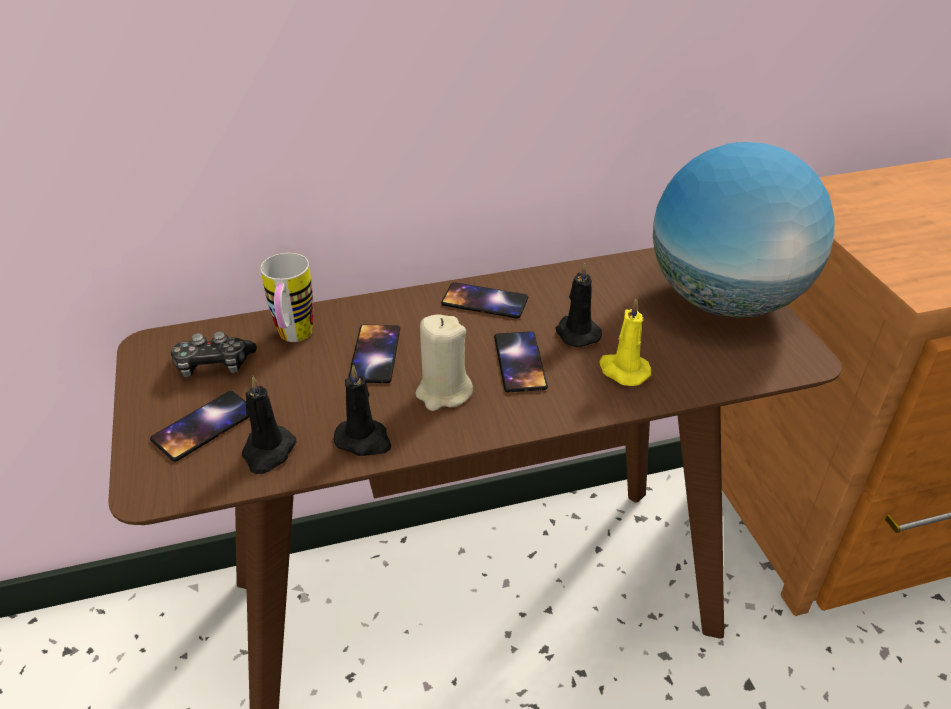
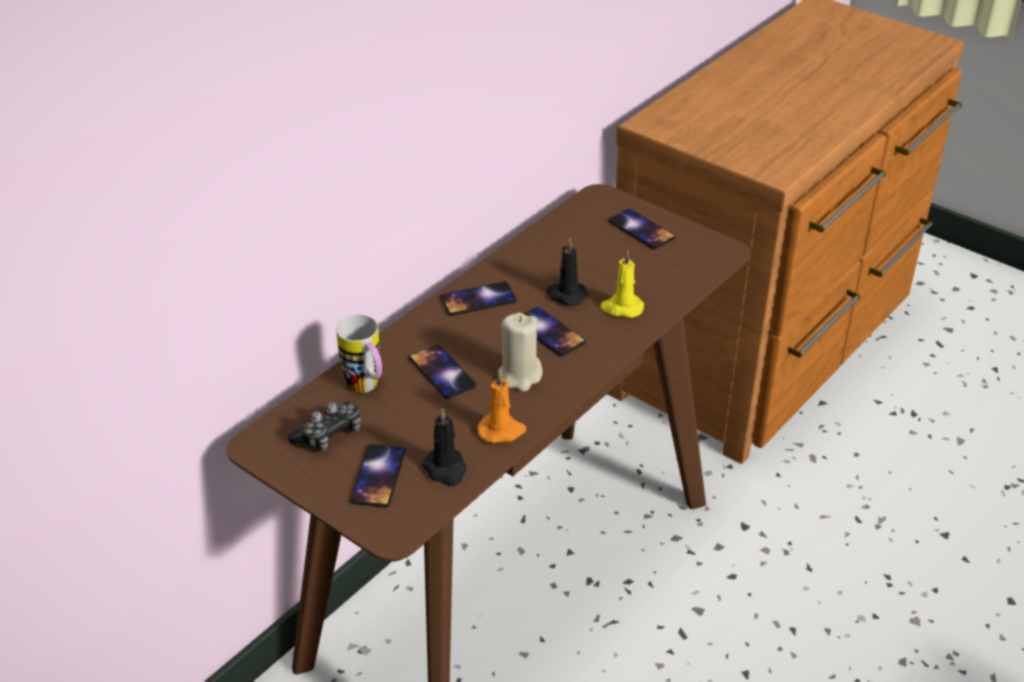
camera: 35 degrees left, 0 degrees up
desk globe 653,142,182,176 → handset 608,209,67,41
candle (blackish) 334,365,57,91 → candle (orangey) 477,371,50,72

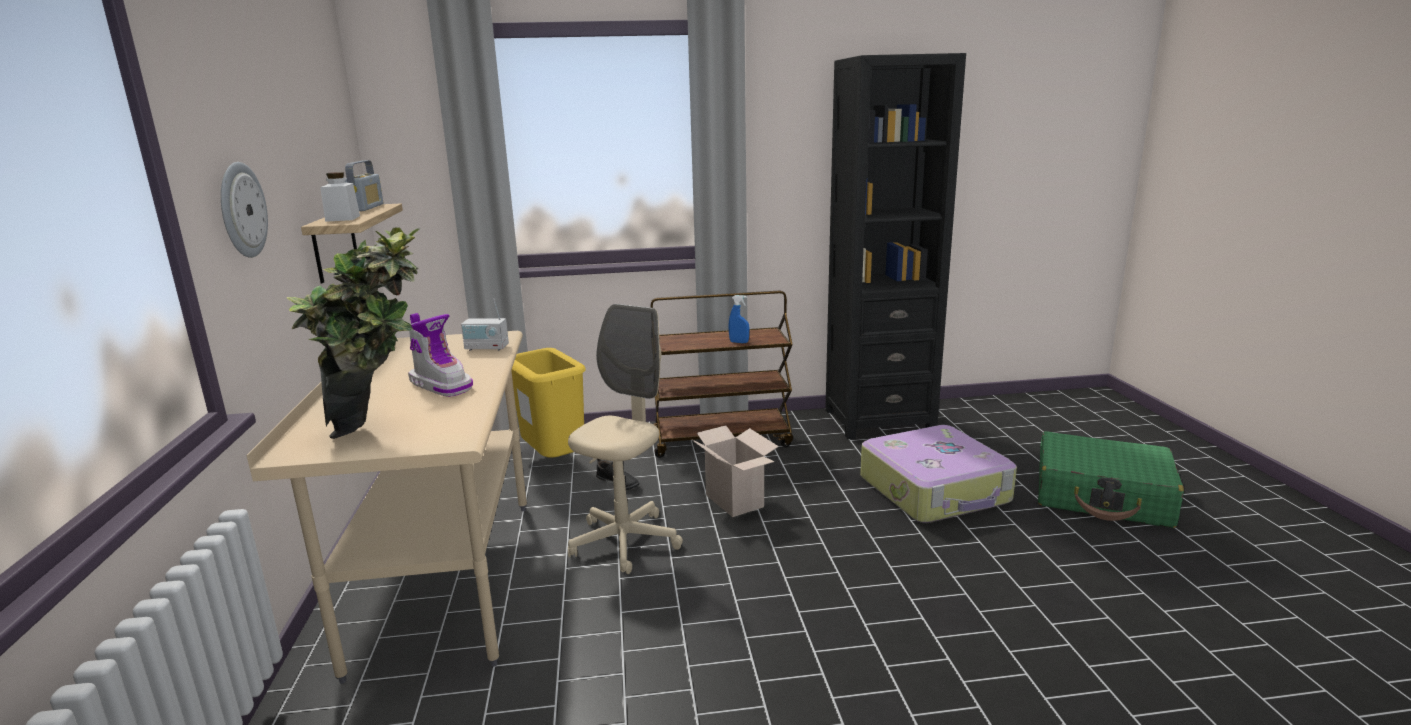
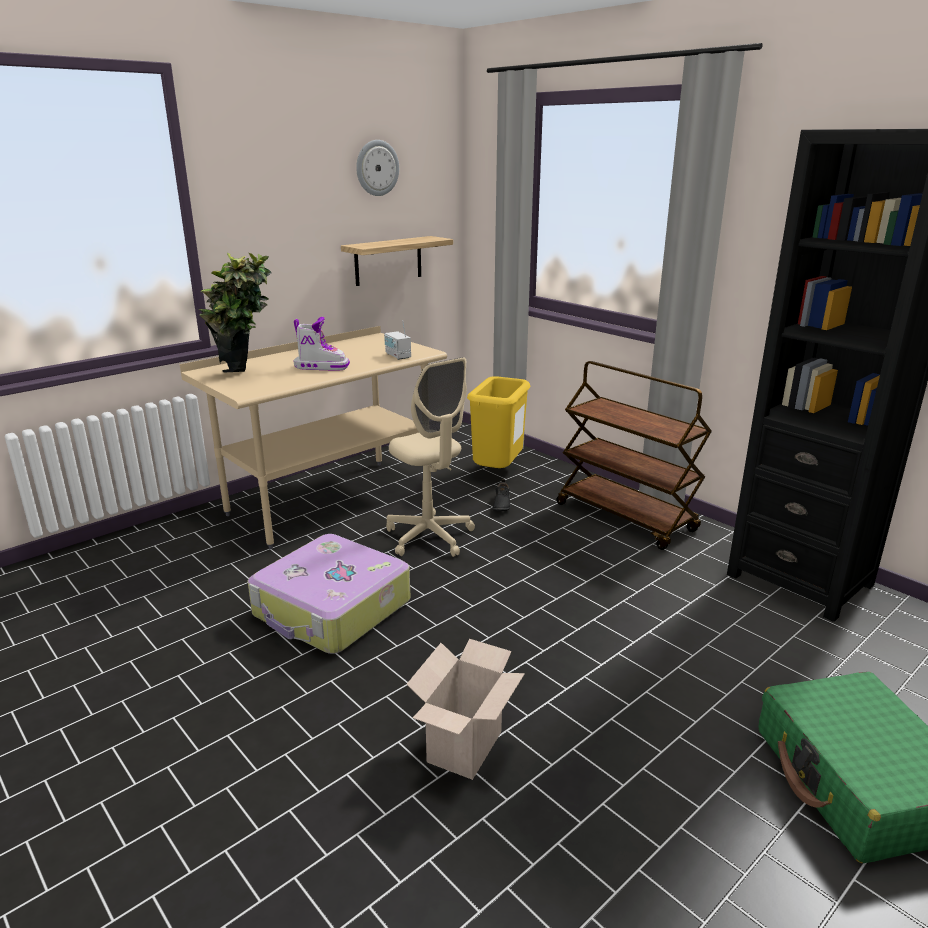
camera: 55 degrees right, 5 degrees up
radio 345,160,38,51 → -
clock on the wall 221,162,47,96 → clock on the wall 356,140,43,56, shifted
preserve jar (white-coloured) 320,172,40,50 → -
spray bottle (blue-coloured) 729,295,20,48 → -
computer chair (beige) 568,304,115,270 → computer chair (beige) 386,357,89,200, 60 degrees clockwise
boot 408,313,65,84 → boot 294,317,56,54, 90 degrees counterclockwise
carton 692,425,87,92 → carton 406,639,119,141, shifted
suitcase 860,425,157,98 → suitcase 247,534,164,120, shifted

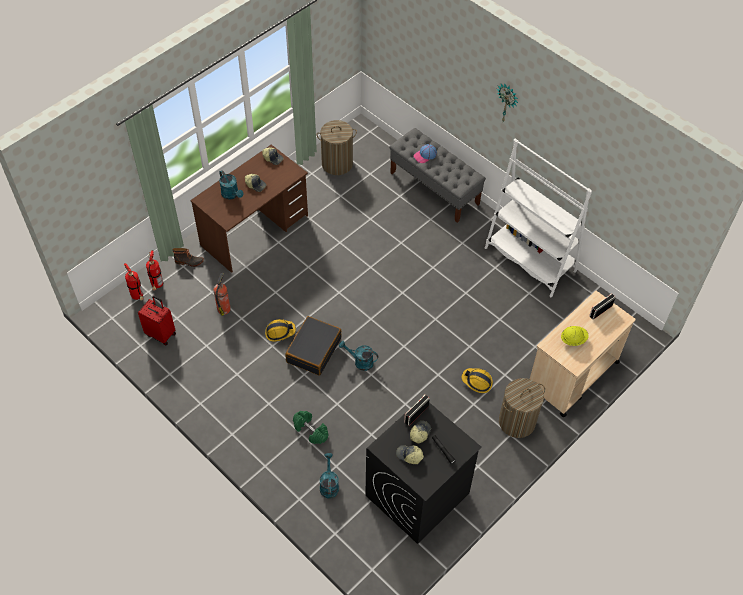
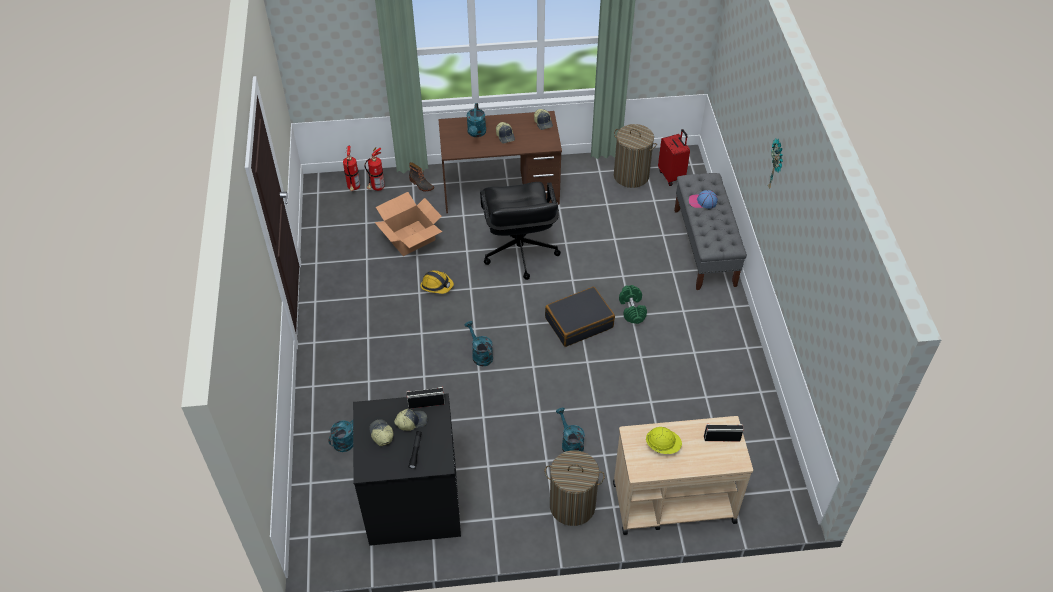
camera: 40 degrees right, 5 degrees down
bookcase (white-coloured) 485,138,107,159 → -
fire extinguisher 213,273,18,43 → carton 374,192,68,64
suitcase (reddish) 138,296,38,50 → suitcase (reddish) 658,129,32,57, shifted
suitcase (blackish) 285,316,56,59 → suitcase (blackish) 545,287,70,60, shifted
safety helmet 462,368,31,25 → sprinkling can (blue-green) 556,407,29,45
dumbbell (green-coloured) 293,411,35,33 → dumbbell (green-coloured) 619,285,28,39, shifted
- → computer chair (blackish) 480,182,81,98

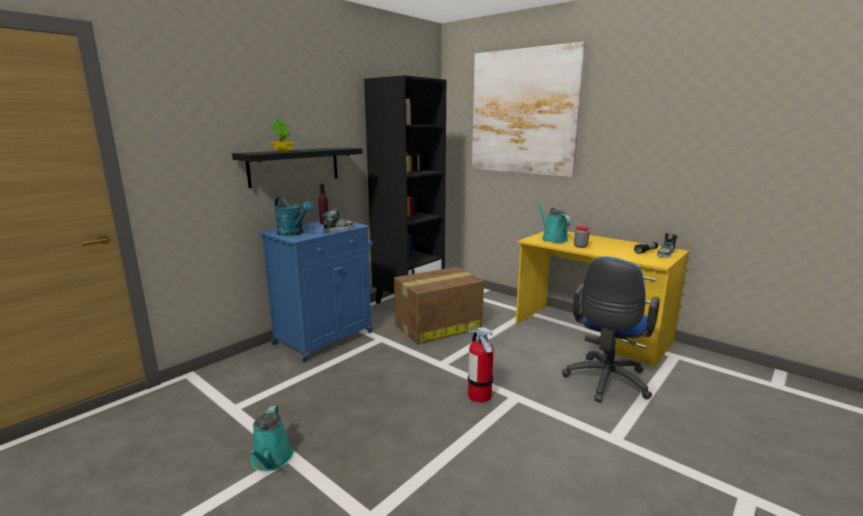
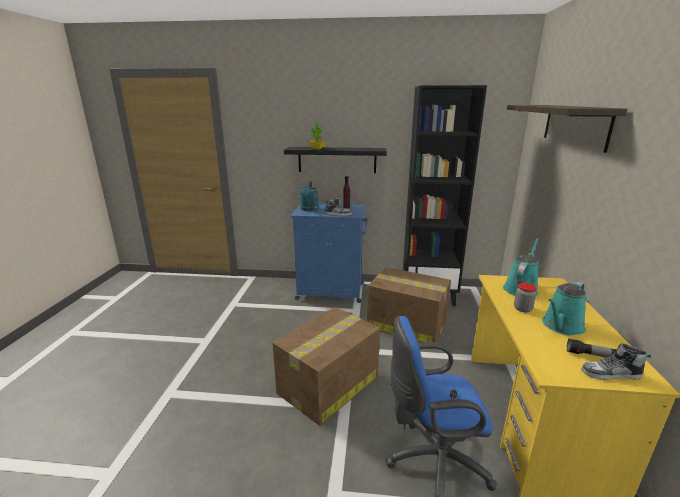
camera: 55 degrees right, 5 degrees up
wall picture 472,42,114,135 → shelf 507,105,120,48
fire extinguisher 467,324,26,79 → carton 272,307,108,119
sprinkling can (blue-green) 249,405,44,66 → sprinkling can (blue-green) 542,282,44,53, shifted

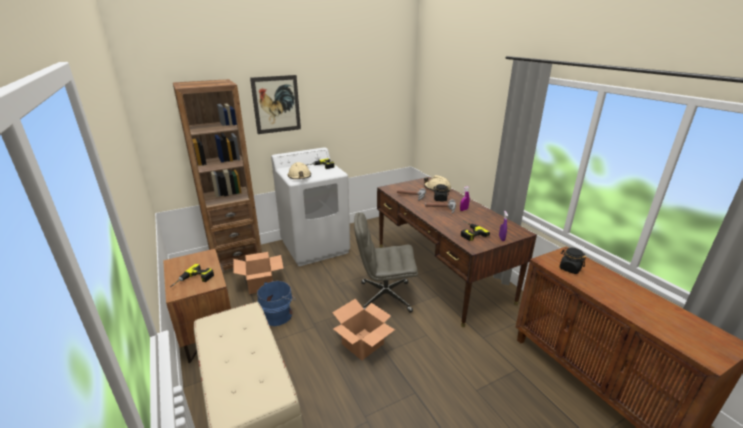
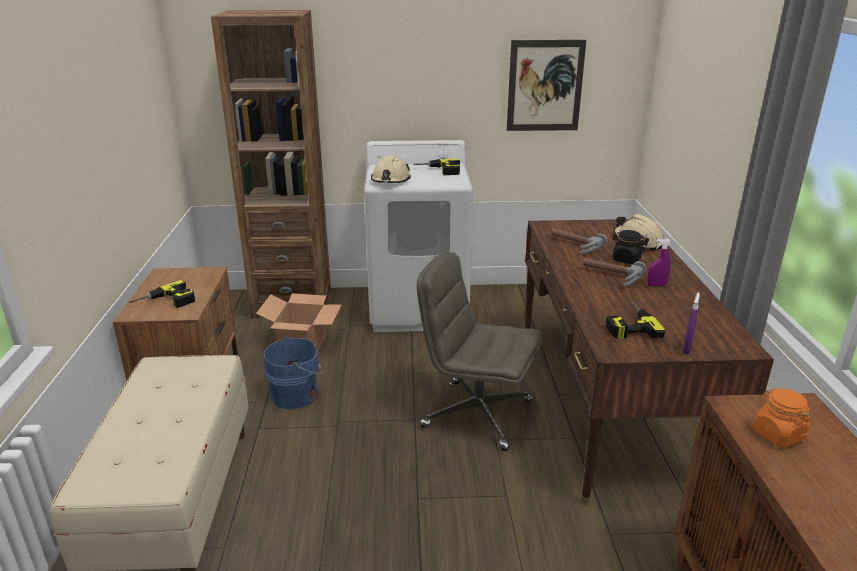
camera: 25 degrees right, 0 degrees up
wall picture 250,75,51,59 → wall picture 507,40,79,91, shifted
preserve jar (blackish) 560,248,26,26 → preserve jar (orangey) 753,388,58,60
carton 332,299,63,61 → -

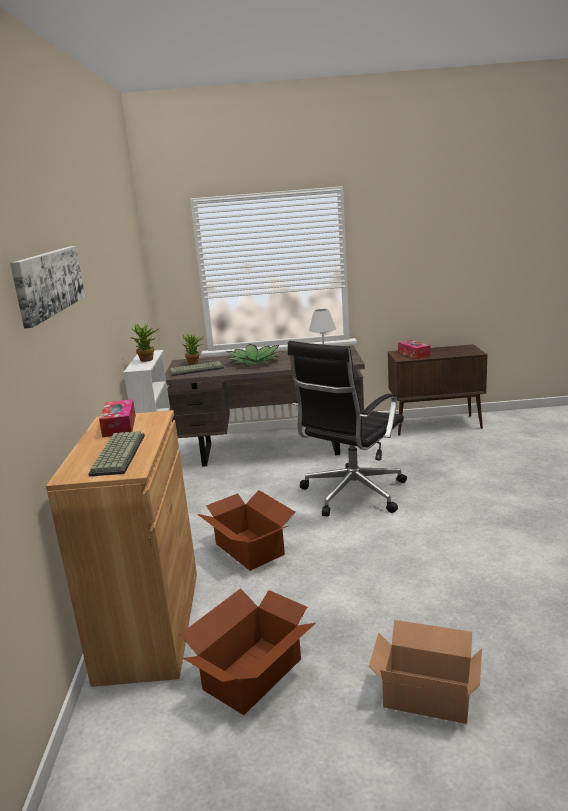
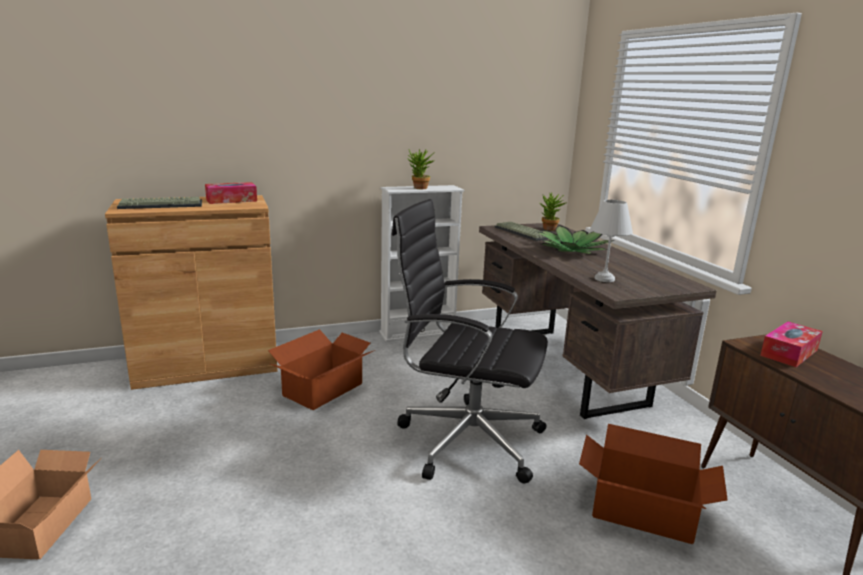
camera: 70 degrees right, 0 degrees up
wall picture 10,246,75,83 → -
carton 180,588,135,127 → carton 579,424,149,120, shifted

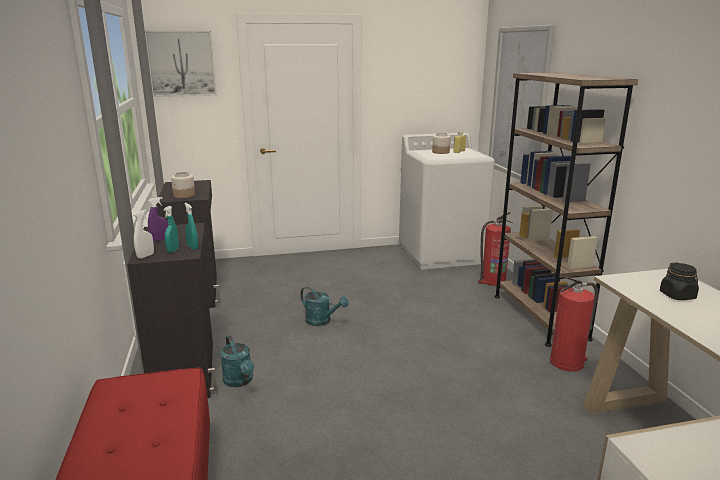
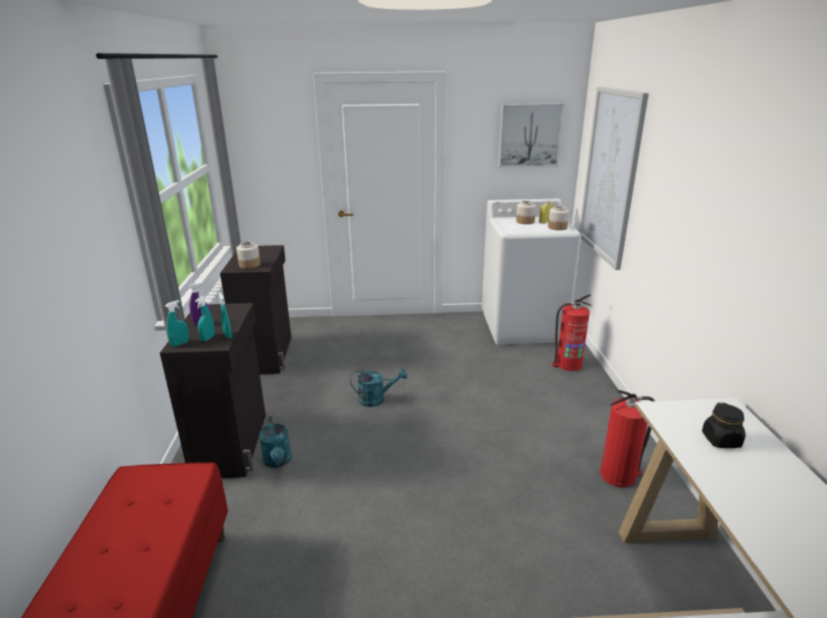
camera: 10 degrees right, 5 degrees up
wall picture 145,30,71,67 → wall picture 498,103,66,65, shifted
bookcase (brown) 494,73,144,274 → -
spray bottle (white-coloured) 134,209,20,50 → spray bottle (blue-green) 166,300,23,47
sprinkling can (blue-green) 300,287,49,39 → sprinkling can (blue-green) 350,368,57,39, 45 degrees counterclockwise
- → preserve jar 548,206,21,24

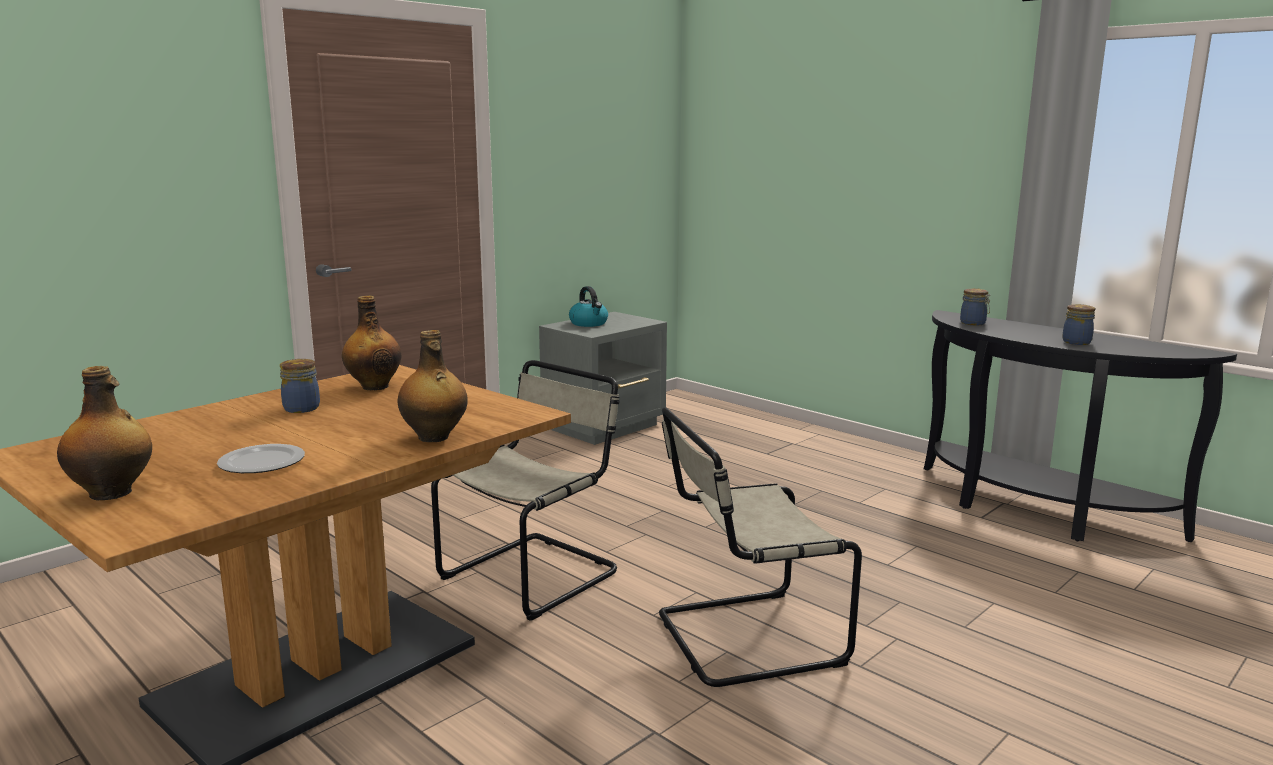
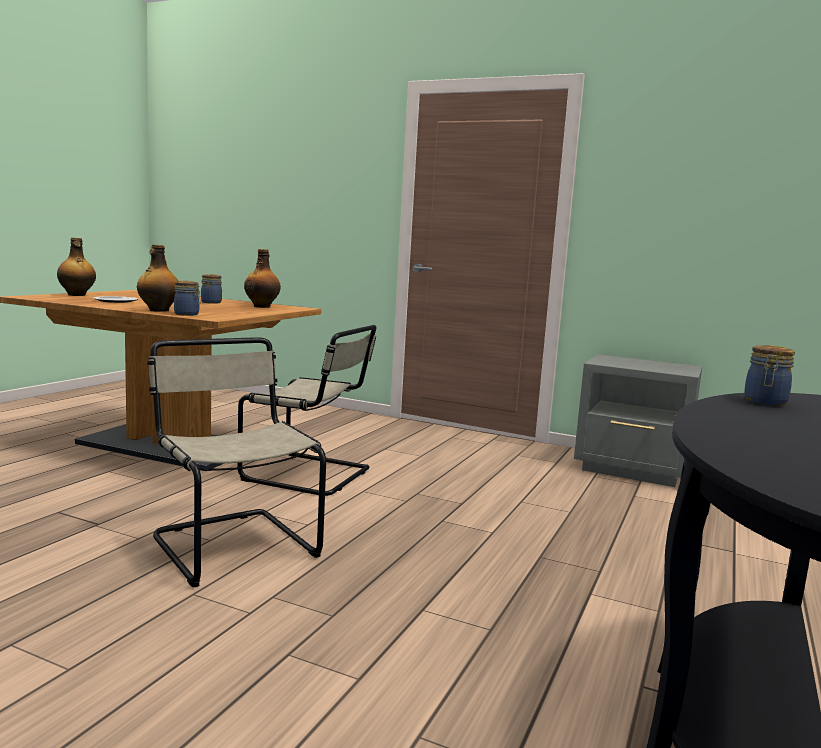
camera: 70 degrees right, 5 degrees down
tea kettle 569,286,39,41 → -
preserve jar 1062,304,33,41 → preserve jar 174,281,26,35, shifted

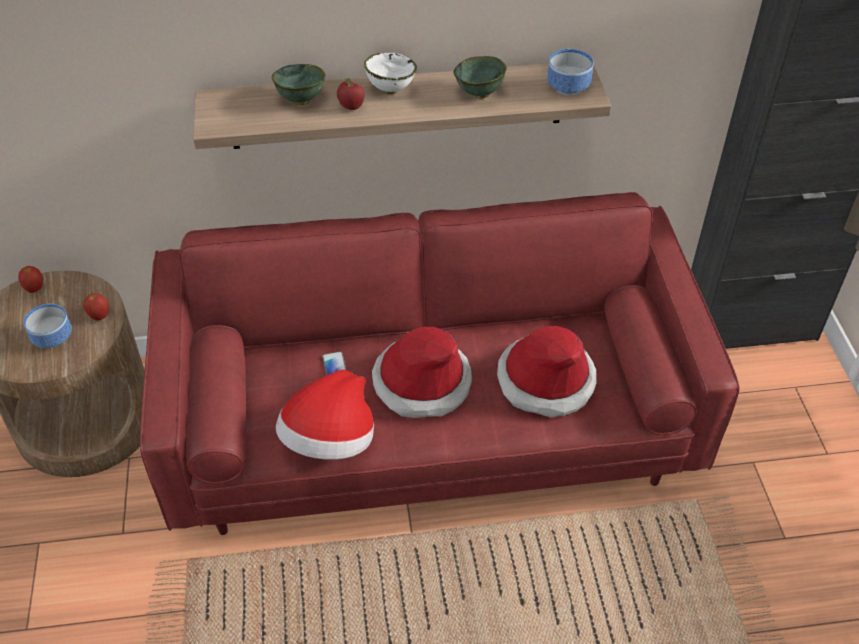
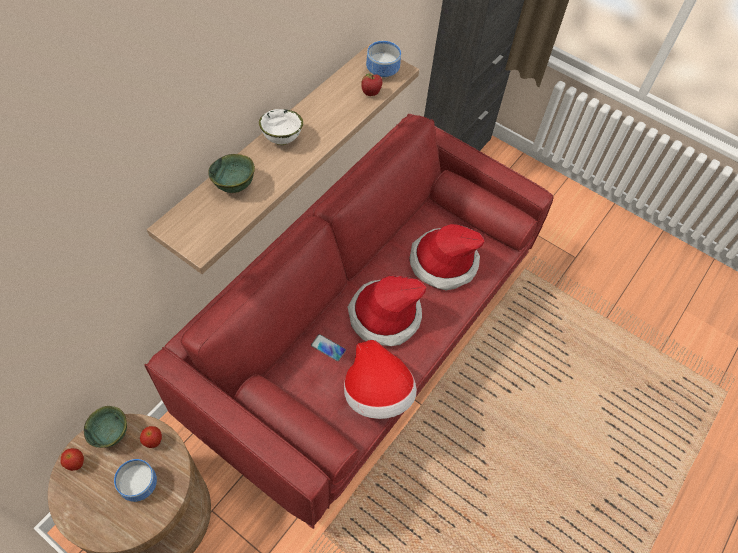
camera: 50 degrees left, 10 degrees up
bowl (green-coloured) 453,56,54,42 → bowl (green-coloured) 84,406,43,42, shifted
apple 337,78,28,32 → apple 361,73,21,23, shifted

